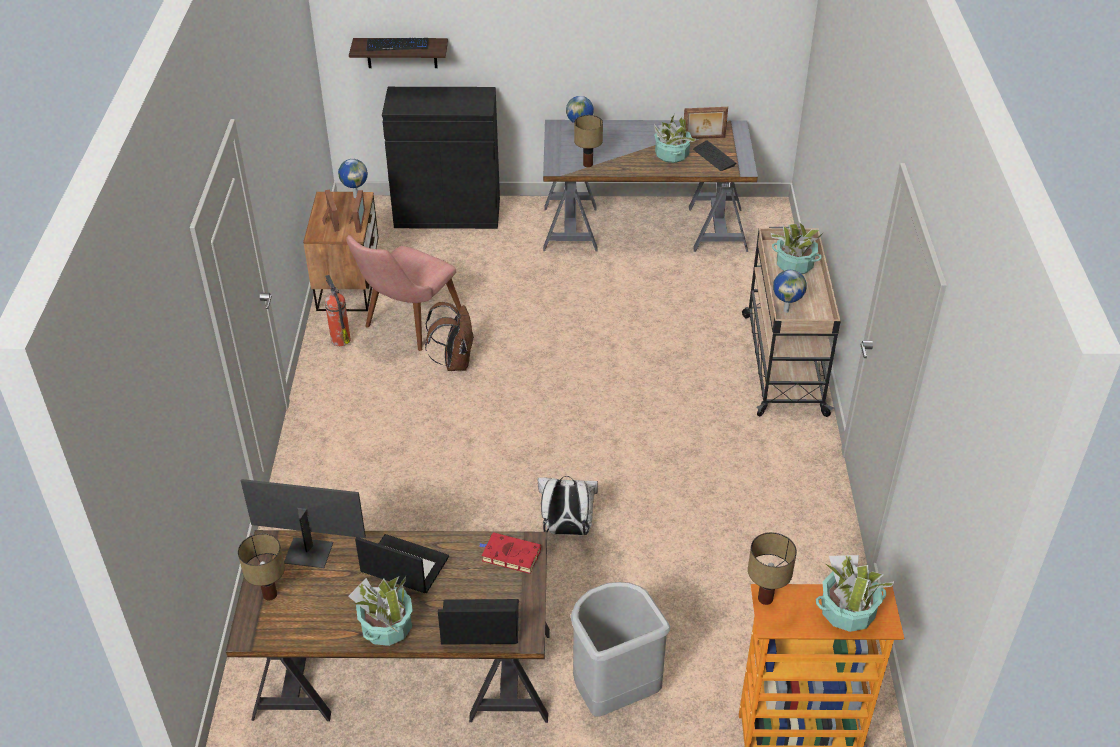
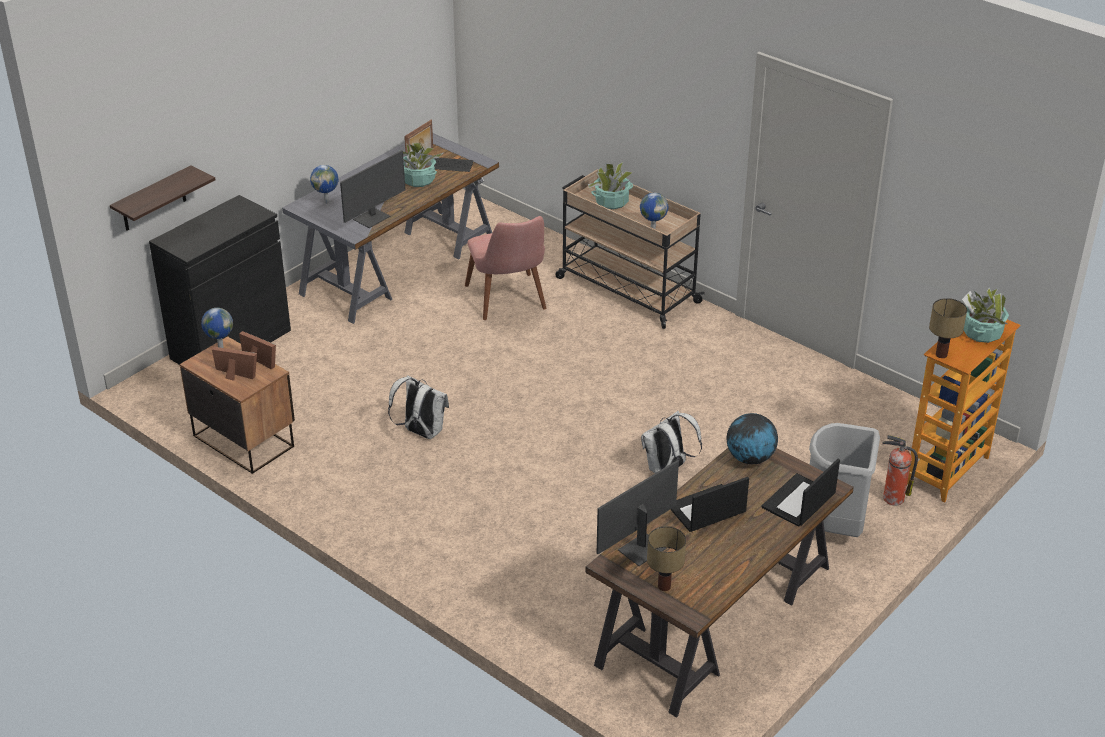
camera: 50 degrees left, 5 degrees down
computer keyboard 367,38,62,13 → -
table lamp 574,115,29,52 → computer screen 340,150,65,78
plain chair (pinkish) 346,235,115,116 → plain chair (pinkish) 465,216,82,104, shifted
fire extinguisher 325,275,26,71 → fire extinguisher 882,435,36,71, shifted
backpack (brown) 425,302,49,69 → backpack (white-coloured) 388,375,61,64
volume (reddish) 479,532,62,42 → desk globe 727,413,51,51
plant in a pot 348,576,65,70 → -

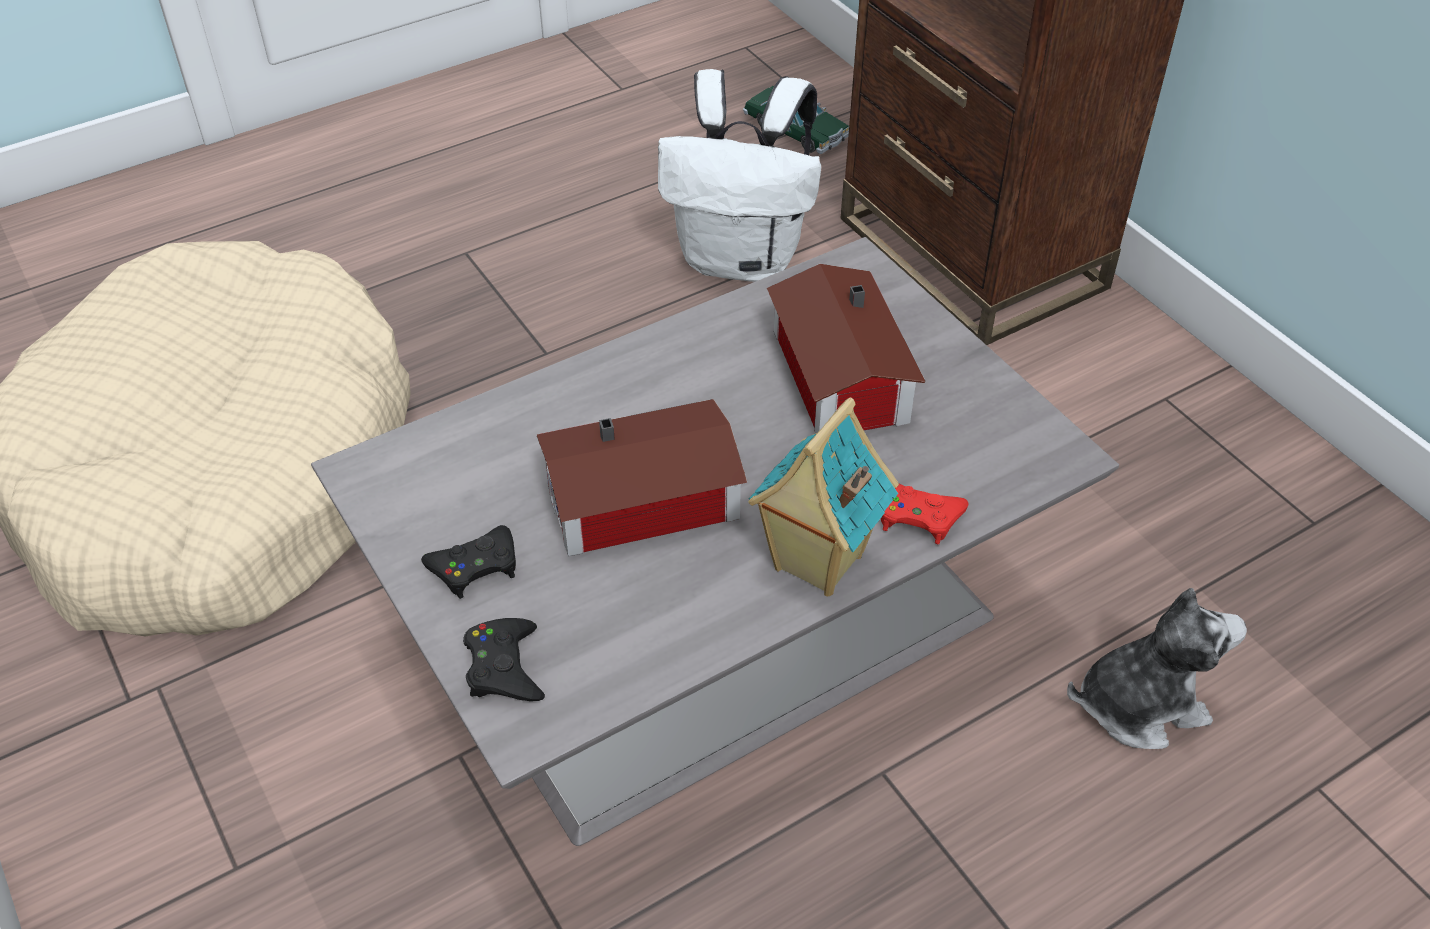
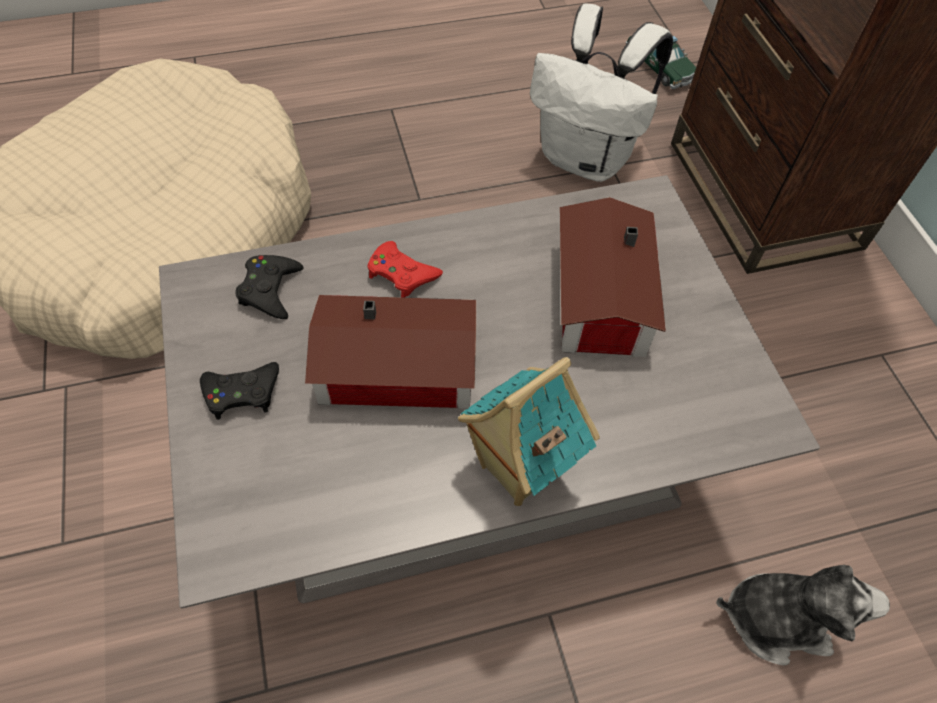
camera: 15 degrees right, 10 degrees up
game controller (reddish) 881,484,88,60 → game controller (reddish) 367,241,76,57, shifted
game controller (blackish) 463,618,82,83 → game controller (blackish) 235,255,69,64, shifted

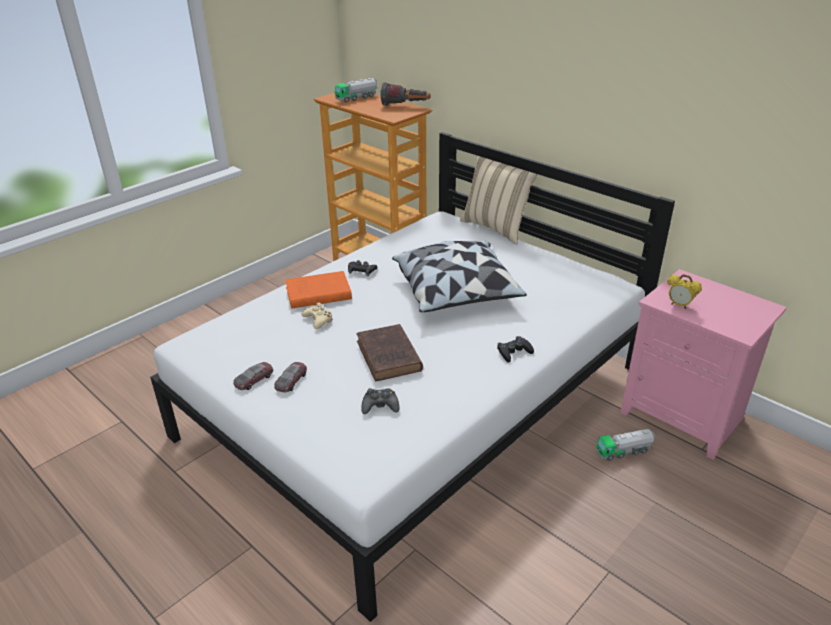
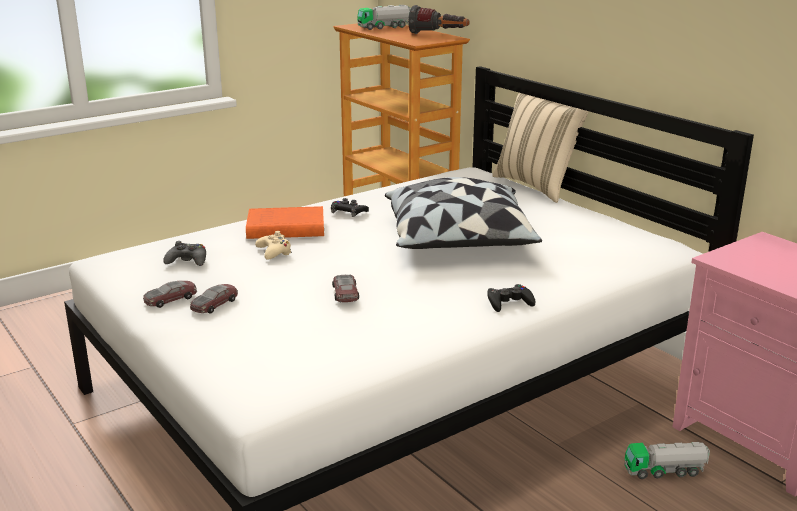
camera: 10 degrees right, 10 degrees down
table clock 667,274,35,35 → -
volume (brown) 356,324,67,57 → toy car 332,275,27,27
game controller (blackish) 361,388,38,26 → game controller (blackish) 163,241,43,25, shifted

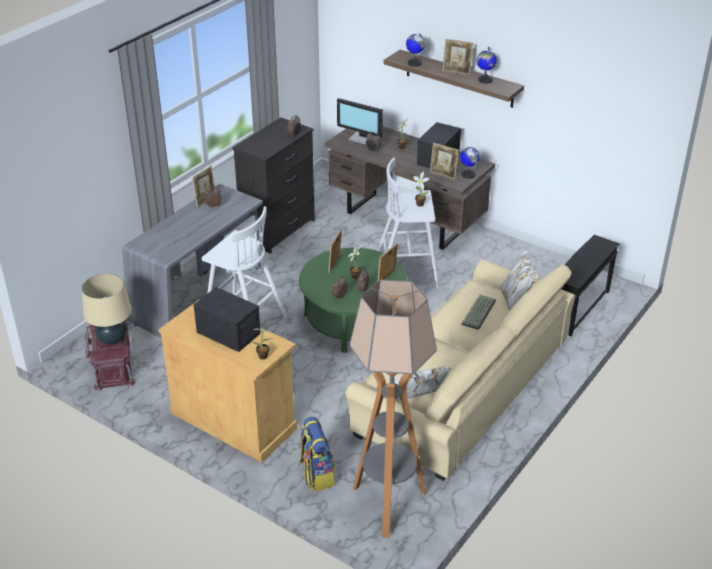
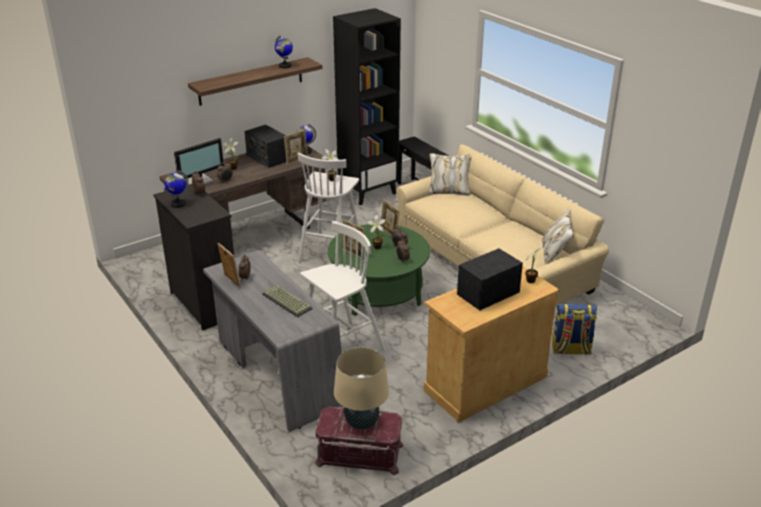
camera: 70 degrees left, 5 degrees down
desk globe 406,34,21,33 → desk globe 164,170,24,38, shifted
photo frame 443,39,30,36 → -
standard lamp 349,280,88,258 → -
computer keyboard 462,295,34,35 → computer keyboard 262,285,50,32, shifted
- → bookcase (blackish) 333,8,68,197

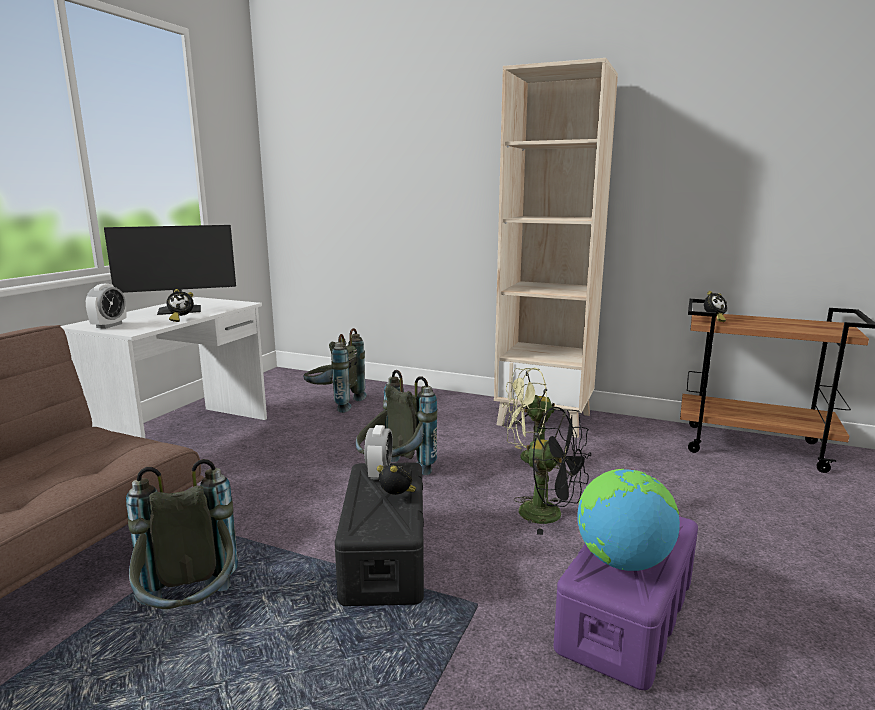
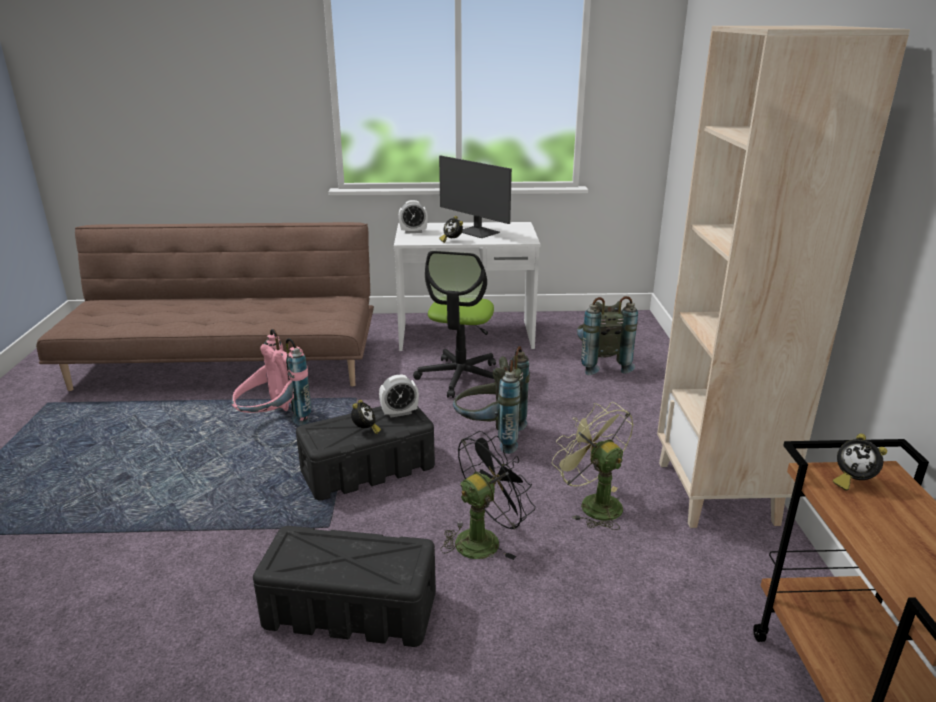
camera: 65 degrees right, 10 degrees up
electric fan (blackish) 514,407,77,128 → electric fan (blackish) 441,431,94,129, 135 degrees counterclockwise
backpack (greyish) 126,459,112,150 → backpack (pinkish) 232,329,79,96
desk globe 577,469,103,102 → -
storage box (purple) 554,516,144,174 → storage box (blackish) 253,526,183,121
- → computer chair 413,251,83,147

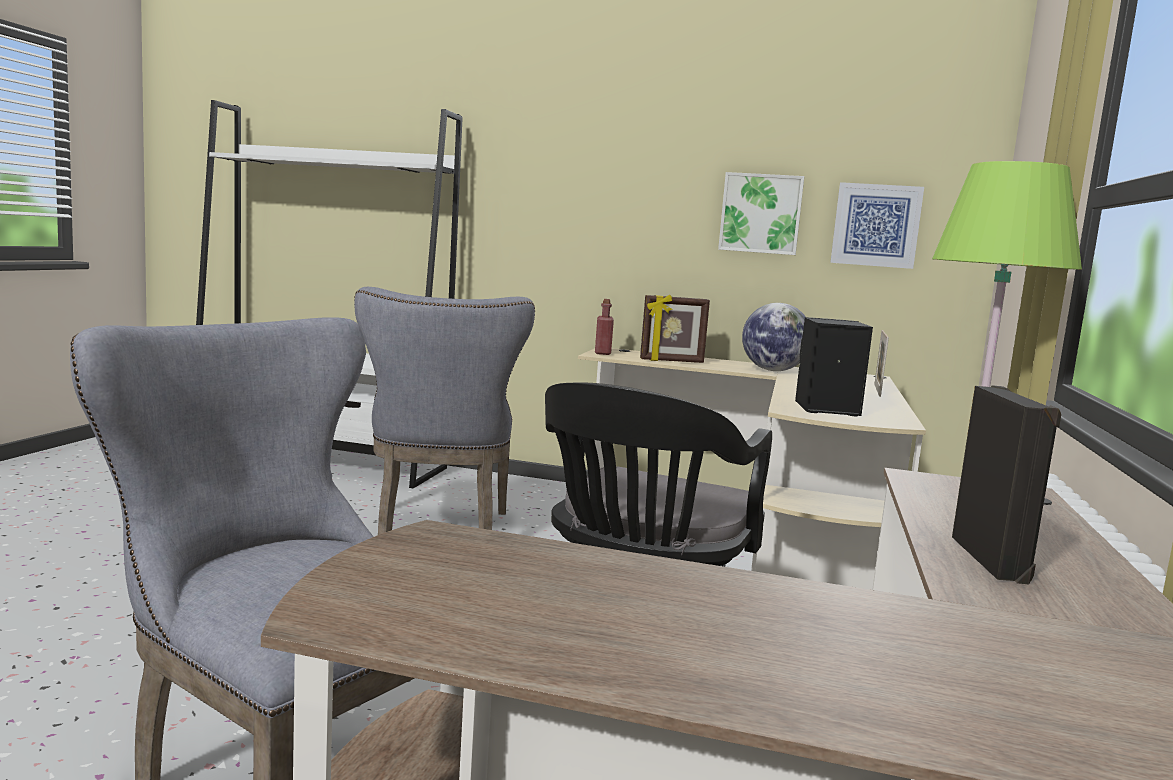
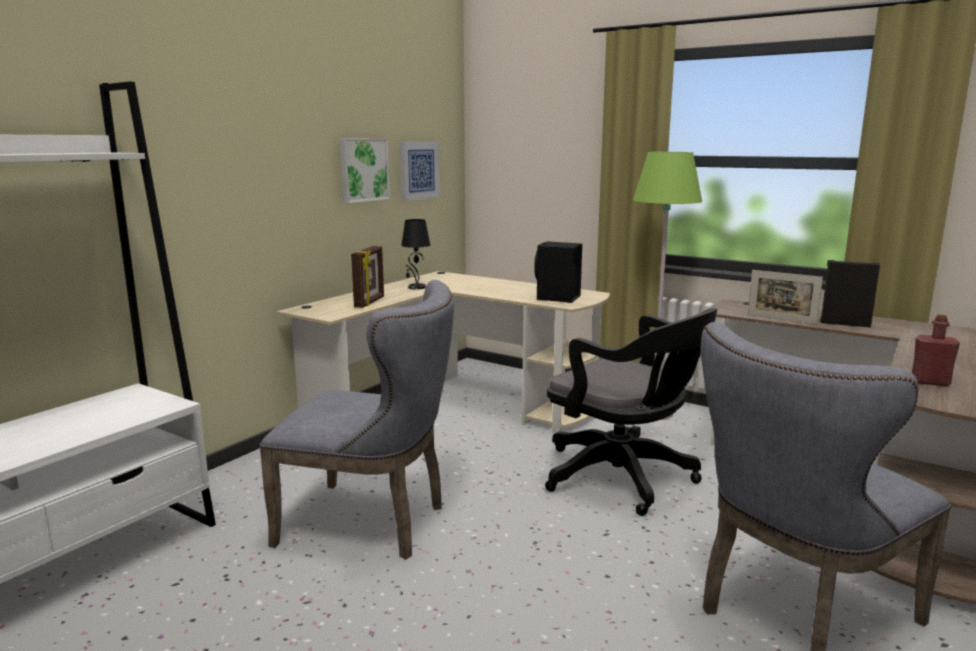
camera: 70 degrees left, 5 degrees up
beverage bottle (reddish) 595,299,19,56 → beverage bottle (reddish) 912,315,48,71, shifted
desk globe 742,303,64,68 → table lamp (blackish) 401,219,29,70
photo frame 874,330,15,67 → photo frame 748,270,75,55, shifted

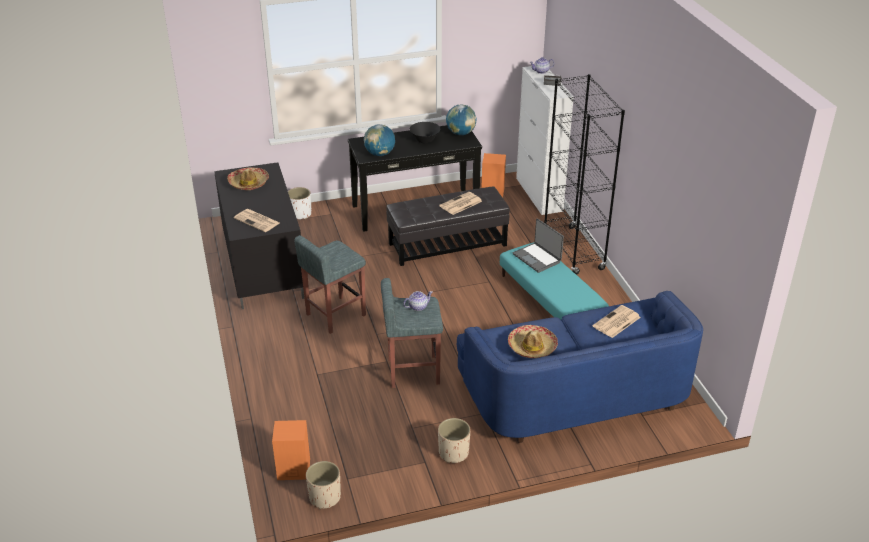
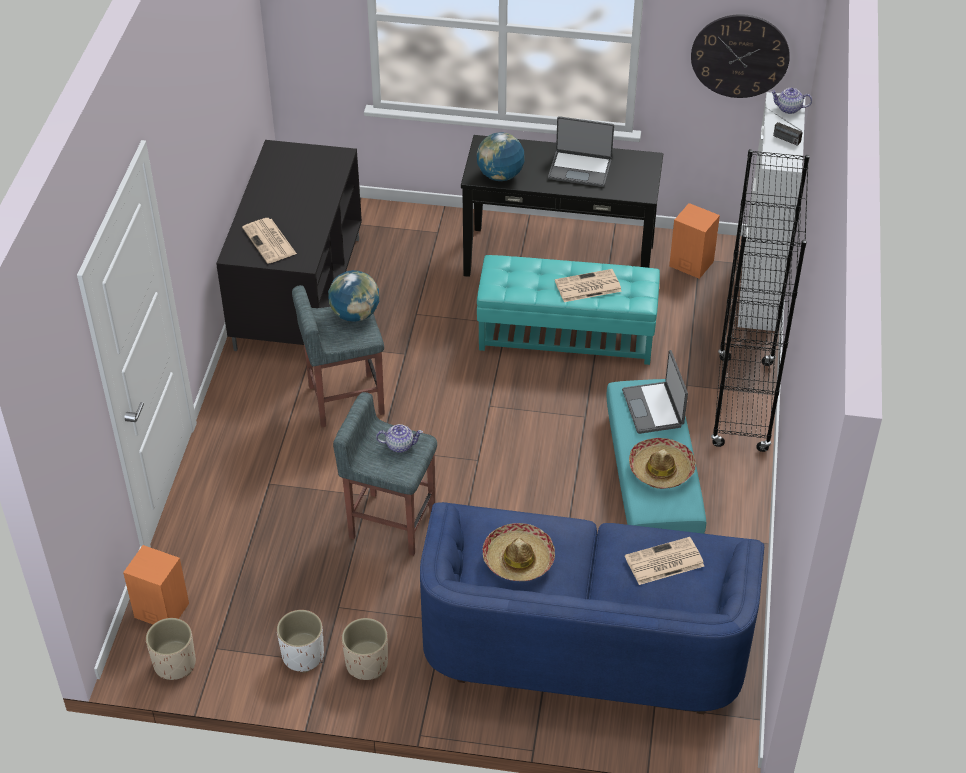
camera: 25 degrees right, 10 degrees up
desk globe 446,104,31,31 → desk globe 328,270,51,52, shifted
bowl (blackish) 409,122,31,21 → portable computer 548,116,66,71
wearable hat 227,167,42,23 → wearable hat 629,438,67,51, shifted
pouffe (blackish) 386,186,124,80 → pouffe (blue-green) 477,255,183,110
flower pot (white-coloured) 288,187,24,32 → flower pot (white-coloured) 277,610,47,63, shifted
- → clock on the wall 691,14,99,84

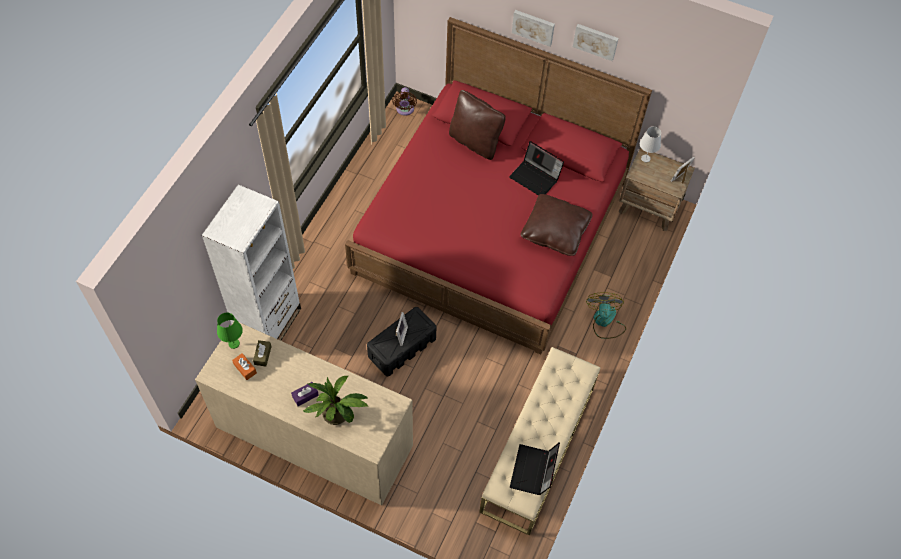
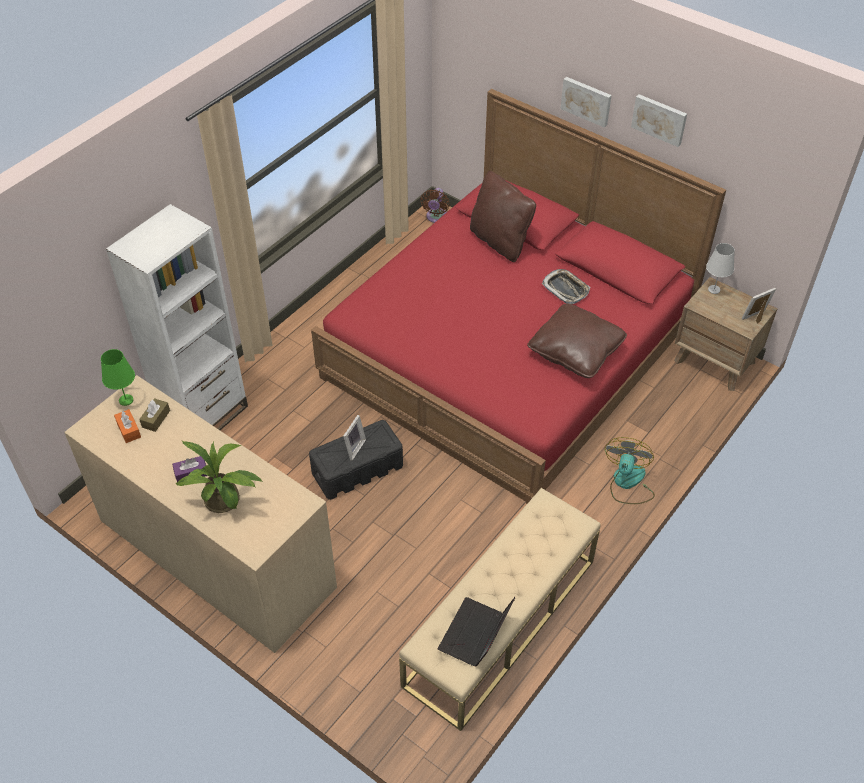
camera: 15 degrees right, 10 degrees down
portable computer 509,141,55,55 → tray 542,269,48,35

